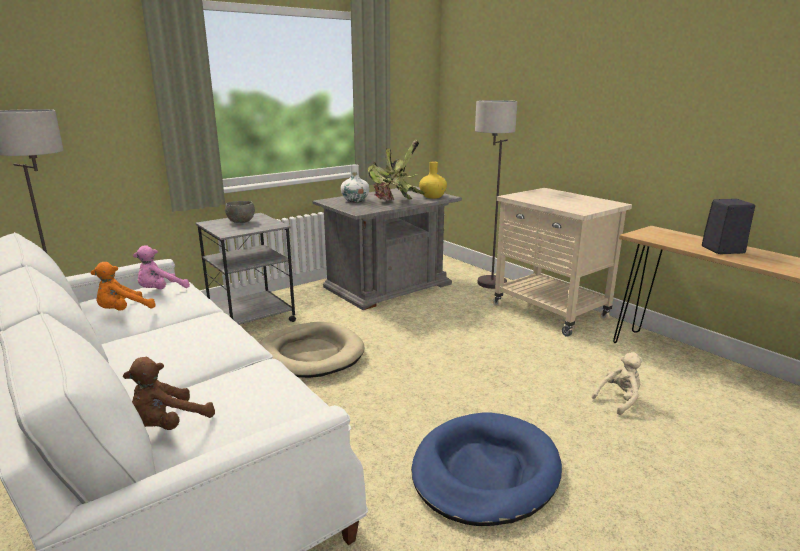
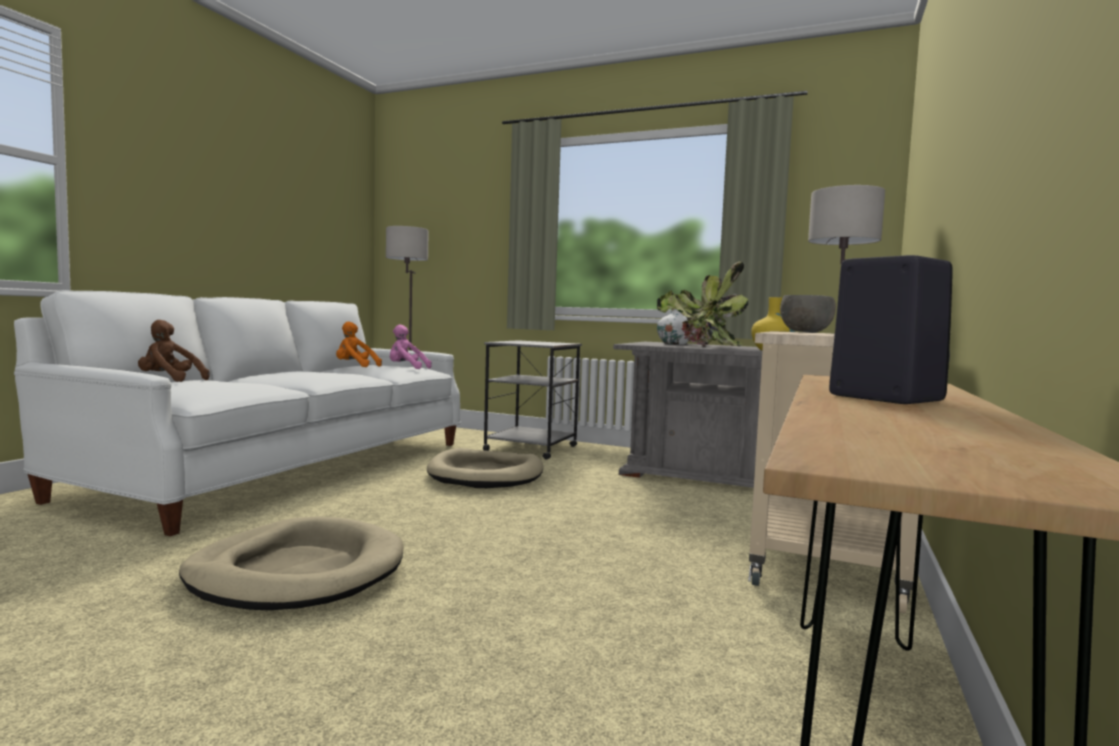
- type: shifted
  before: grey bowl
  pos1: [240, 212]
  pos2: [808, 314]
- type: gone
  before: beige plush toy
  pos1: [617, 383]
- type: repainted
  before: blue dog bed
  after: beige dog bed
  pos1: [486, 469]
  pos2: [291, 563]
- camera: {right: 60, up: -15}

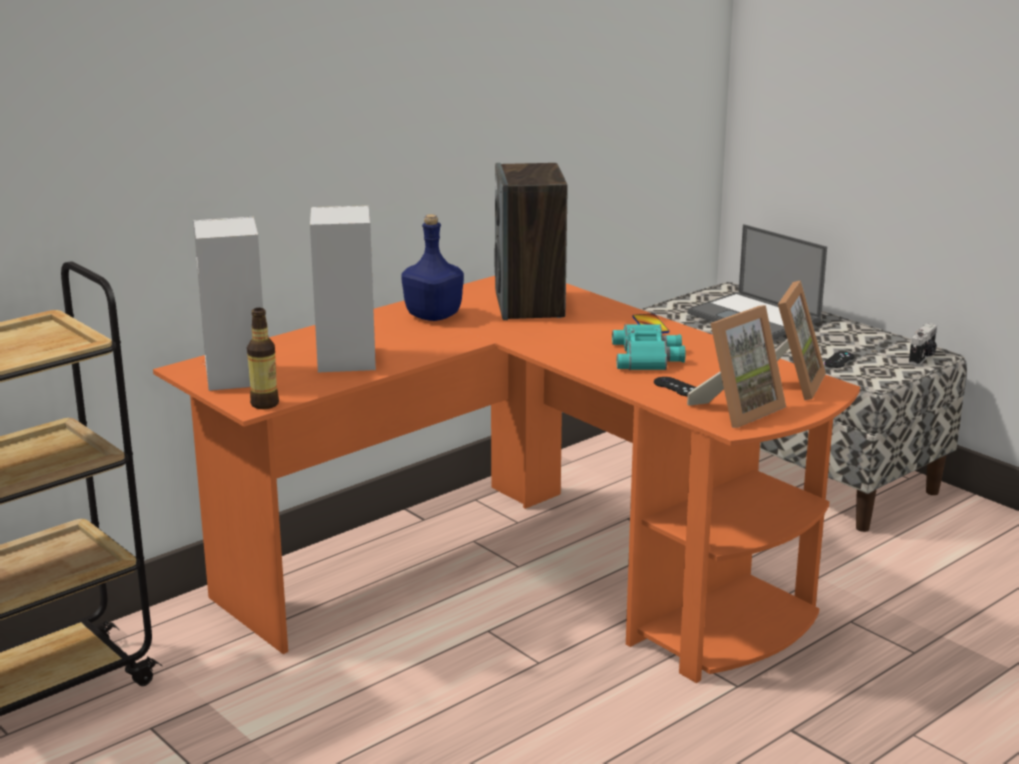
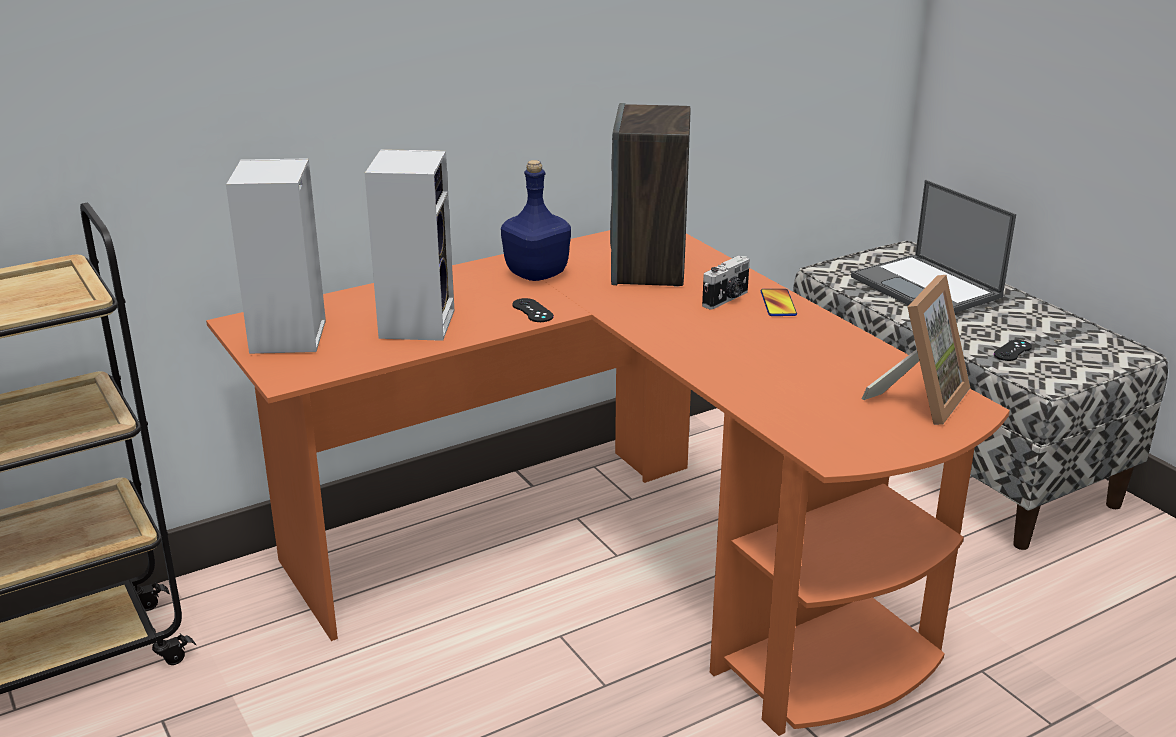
- type: gone
  before: picture frame
  pos1: [736, 366]
- type: gone
  before: bottle
  pos1: [263, 358]
- type: shifted
  before: photo camera
  pos1: [923, 344]
  pos2: [726, 282]
- type: gone
  before: turquoise binoculars
  pos1: [649, 347]
- type: shifted
  before: black game controller
  pos1: [675, 386]
  pos2: [533, 310]
- camera: {right: 10, up: 5}

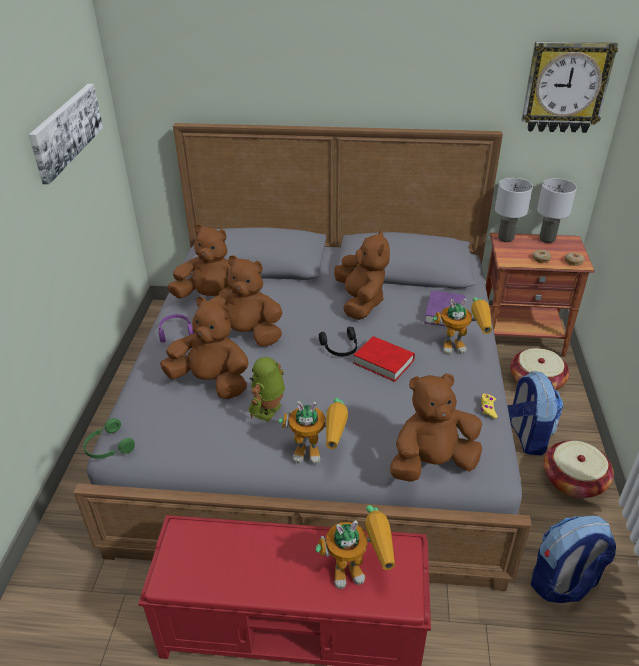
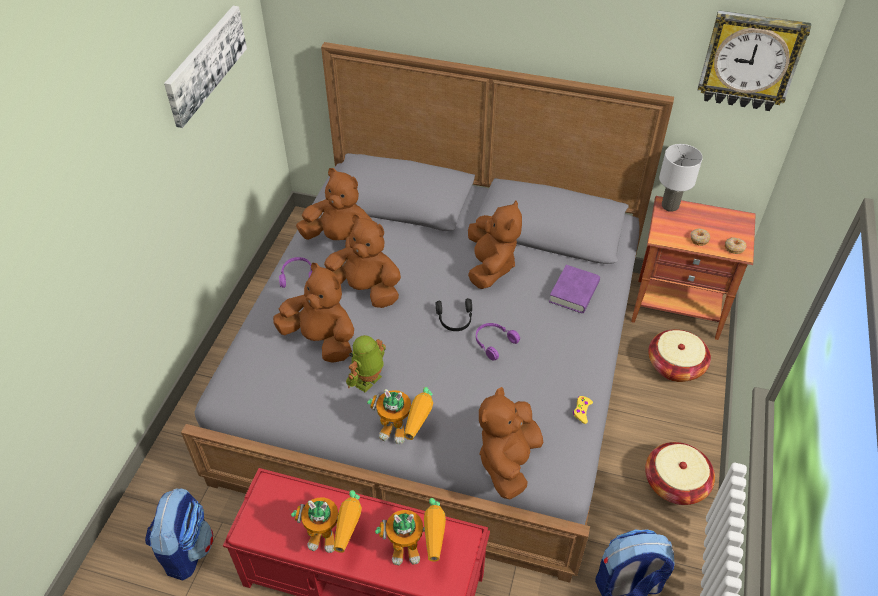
- type: gone
  before: white table lamp
  pos1: [557, 210]
- type: shifted
  before: toy robot
  pos1: [462, 326]
  pos2: [326, 521]
- type: swapped
  before: red book
  after: purple headphones
  pos1: [384, 359]
  pos2: [498, 342]
- type: shifted
  before: backpack
  pos1: [535, 413]
  pos2: [179, 534]
- type: rotated
  before: brown plush toy
  pos1: [435, 427]
  pos2: [511, 443]
  turn: -60
- type: gone
  before: green headphones
  pos1: [109, 438]
- camera: {right: 10, up: 10}

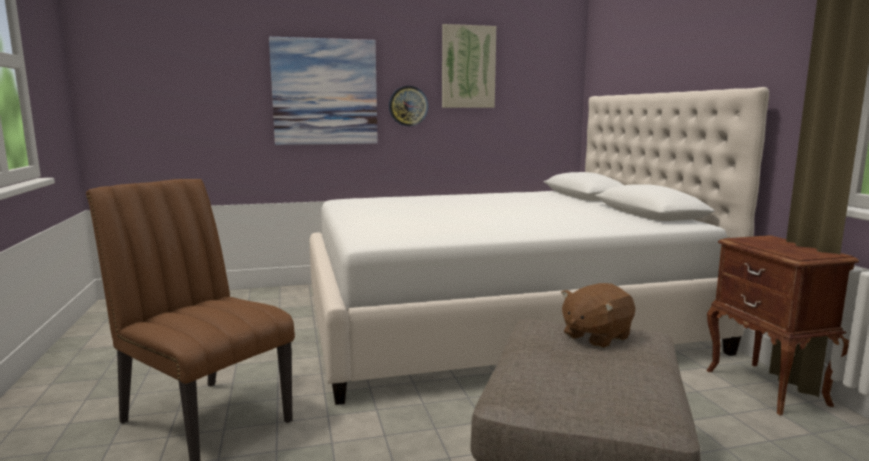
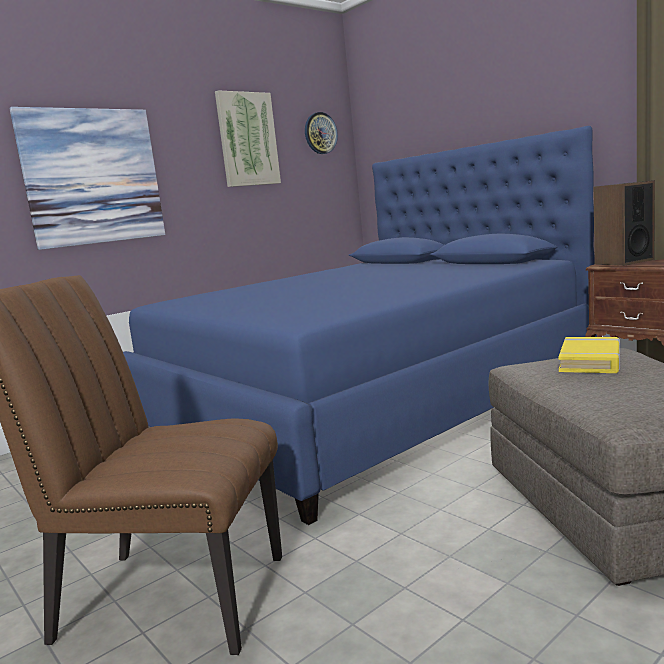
- type: shifted
  before: wall clock
  pos1: [408, 106]
  pos2: [321, 133]
- type: repainted
  before: white bed
  after: blue bed
  pos1: [539, 246]
  pos2: [360, 325]
- type: swapped
  before: brown plush toy
  after: yellow book
  pos1: [598, 315]
  pos2: [589, 355]
- type: new
  after: speaker
  pos2: [624, 223]
- camera: {right: -25, up: 0}

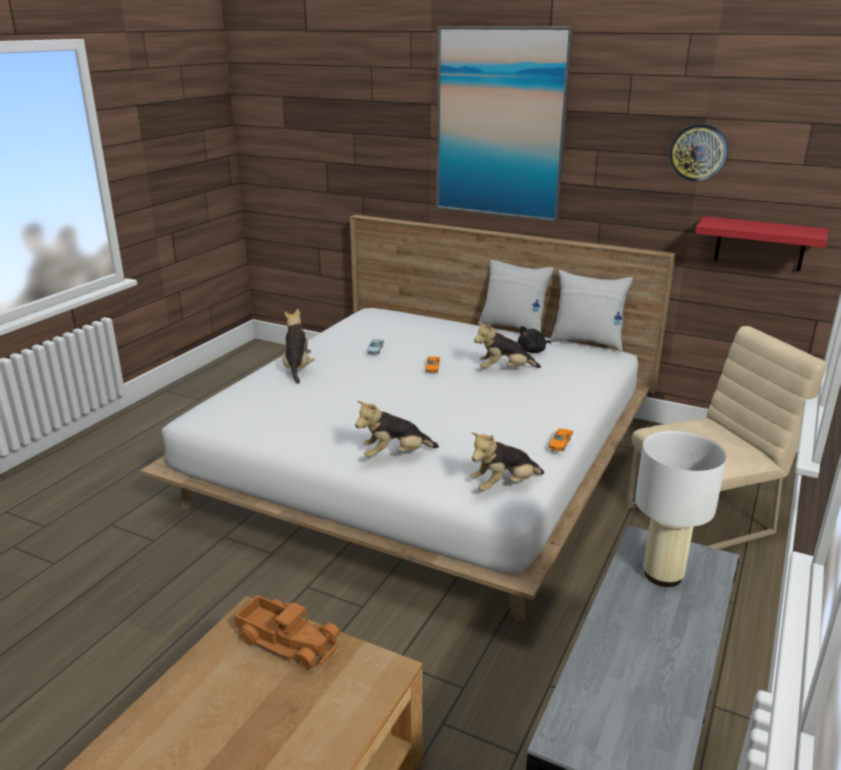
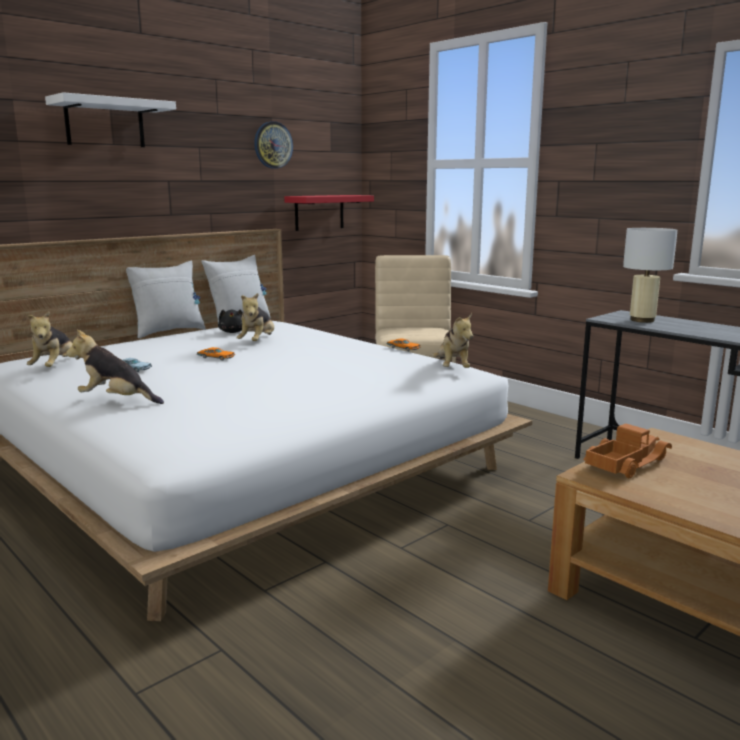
- type: swapped
  before: picture
  after: white shelf
  pos1: [504, 124]
  pos2: [110, 119]
- type: shifted
  before: plush toy
  pos1: [397, 429]
  pos2: [50, 339]
- camera: {right: -70, up: -10}

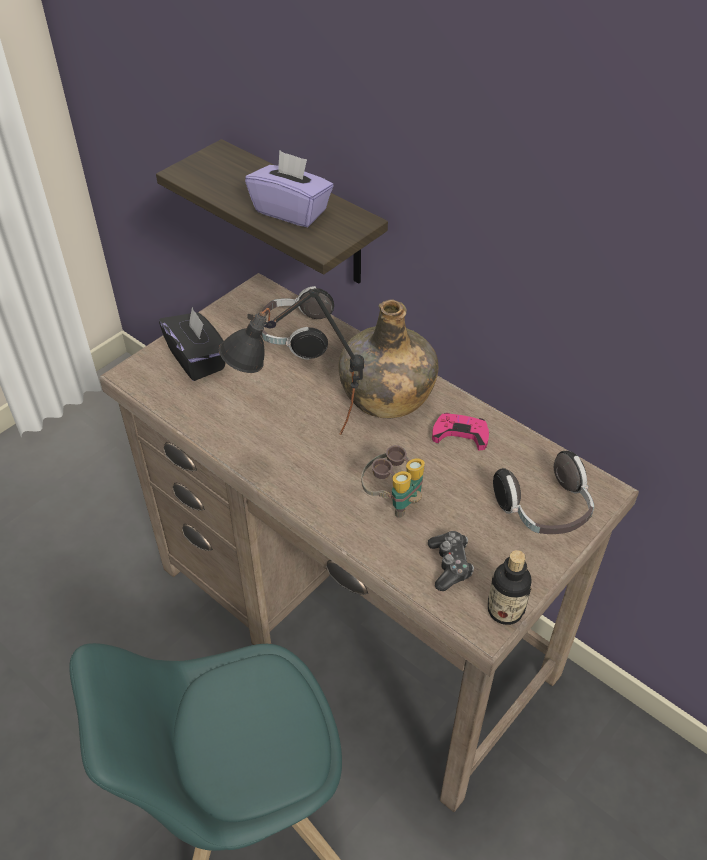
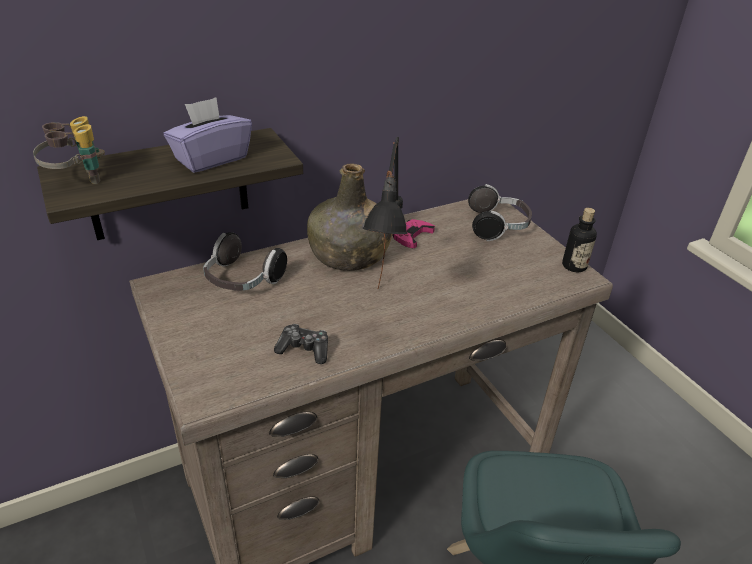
- type: gone
  before: black tissue box
  pos1: [192, 344]
- type: shifted
  before: binoculars
  pos1: [393, 481]
  pos2: [69, 150]
- type: shifted
  before: game controller
  pos1: [451, 561]
  pos2: [301, 344]
- camera: {right: -70, up: -10}

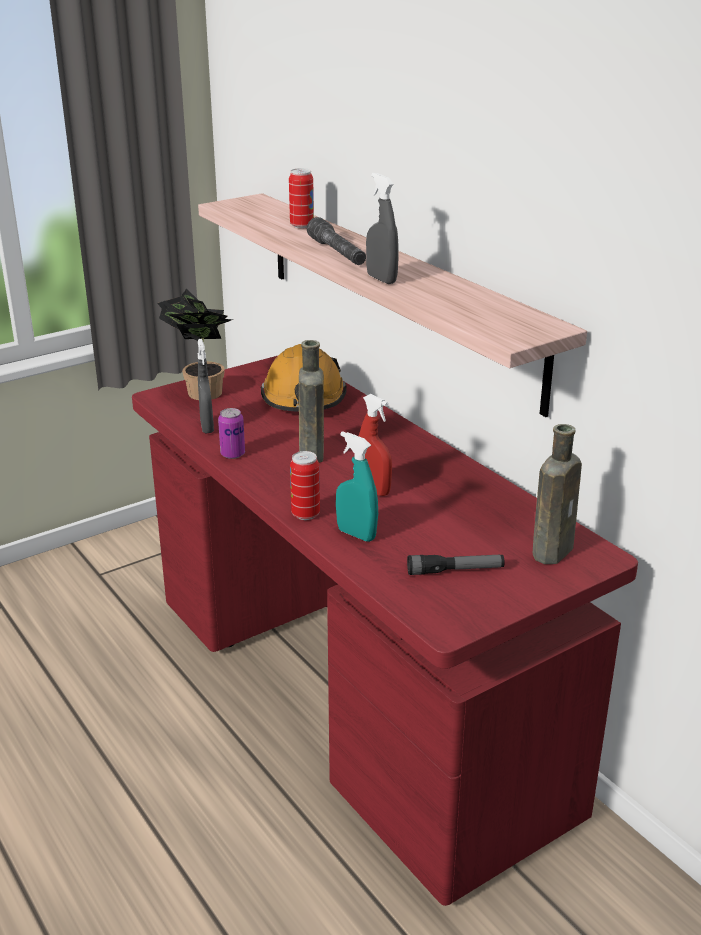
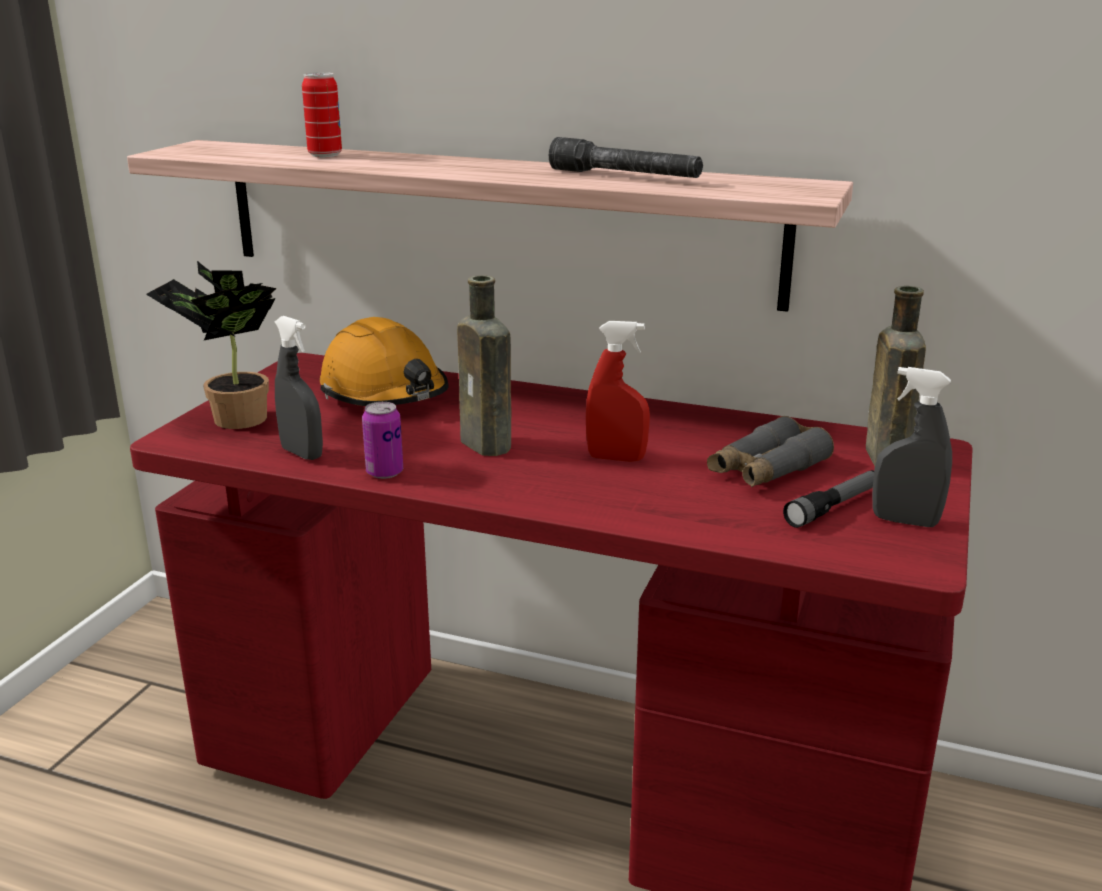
- type: shifted
  before: grey spray bottle
  pos1: [382, 228]
  pos2: [912, 447]
- type: shifted
  before: grey flashlight
  pos1: [336, 241]
  pos2: [626, 157]
- type: gone
  before: turquoise spray bottle
  pos1: [357, 486]
- type: gone
  before: can
  pos1: [305, 485]
- type: new
  after: grey binoculars
  pos2: [770, 451]
- camera: {right: -35, up: -5}

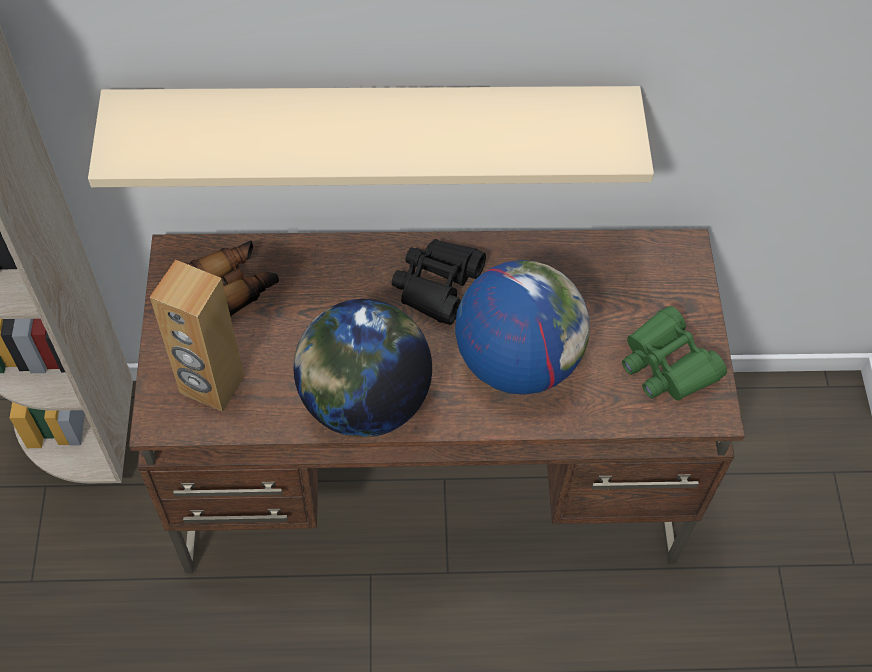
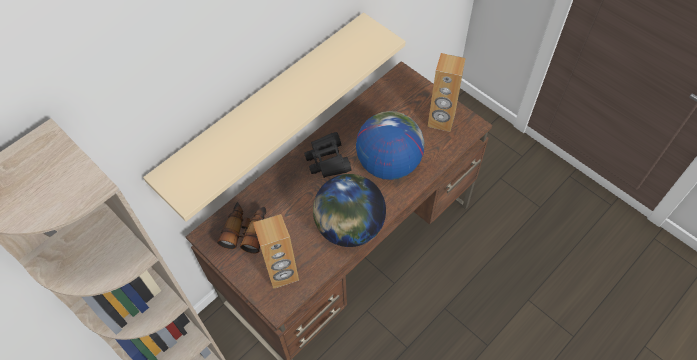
- type: swapped
  before: green binoculars
  after: brown speaker
  pos1: [674, 353]
  pos2: [447, 92]
- camera: {right: -40, up: 0}

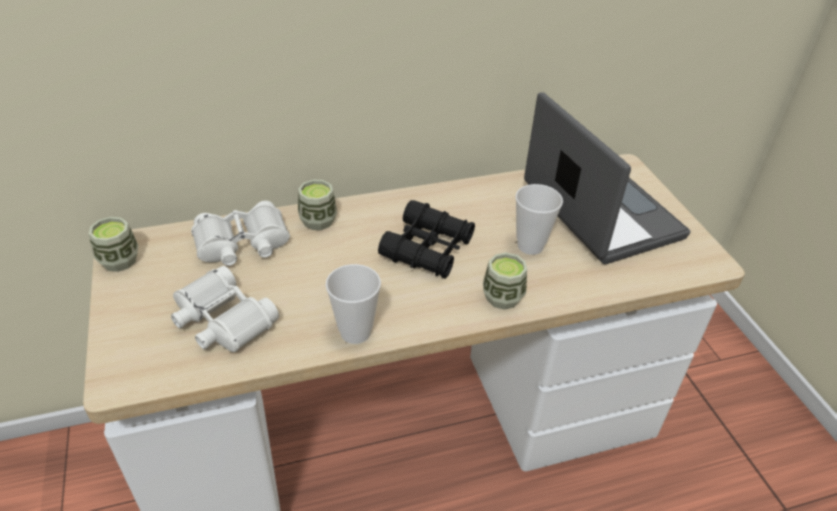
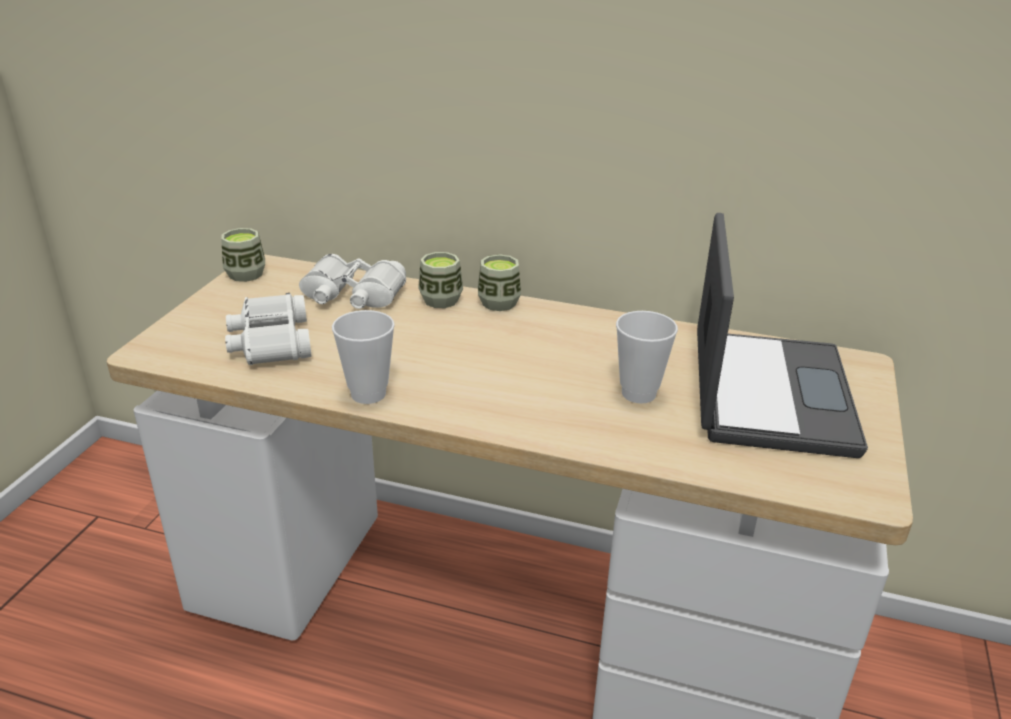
- type: gone
  before: black binoculars
  pos1: [426, 239]
- type: shifted
  before: cup
  pos1: [505, 281]
  pos2: [499, 282]
- camera: {right: 35, up: -10}

